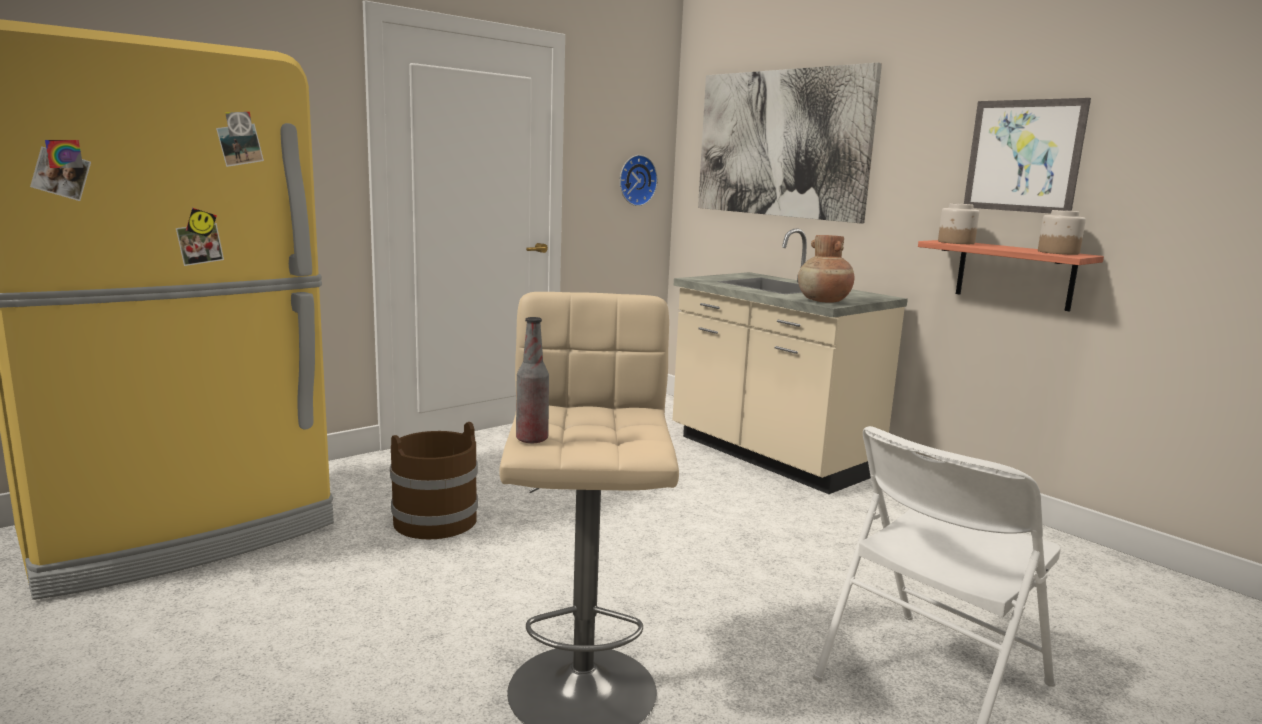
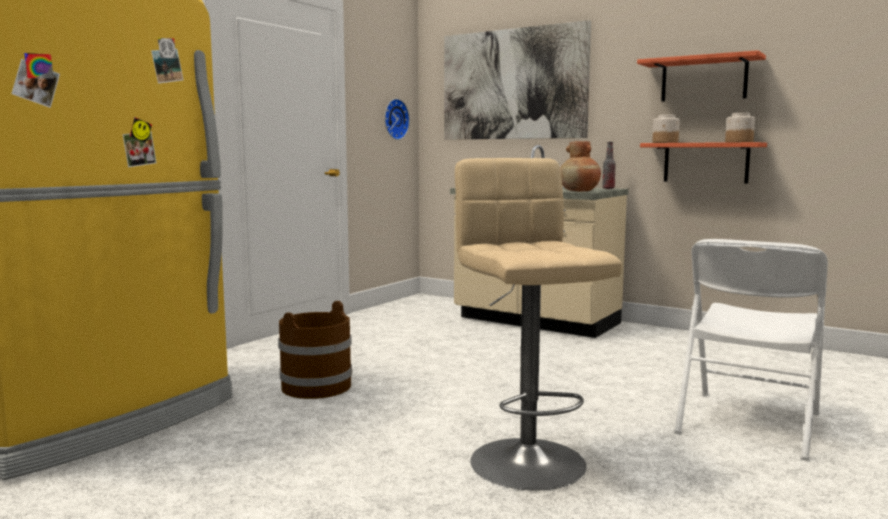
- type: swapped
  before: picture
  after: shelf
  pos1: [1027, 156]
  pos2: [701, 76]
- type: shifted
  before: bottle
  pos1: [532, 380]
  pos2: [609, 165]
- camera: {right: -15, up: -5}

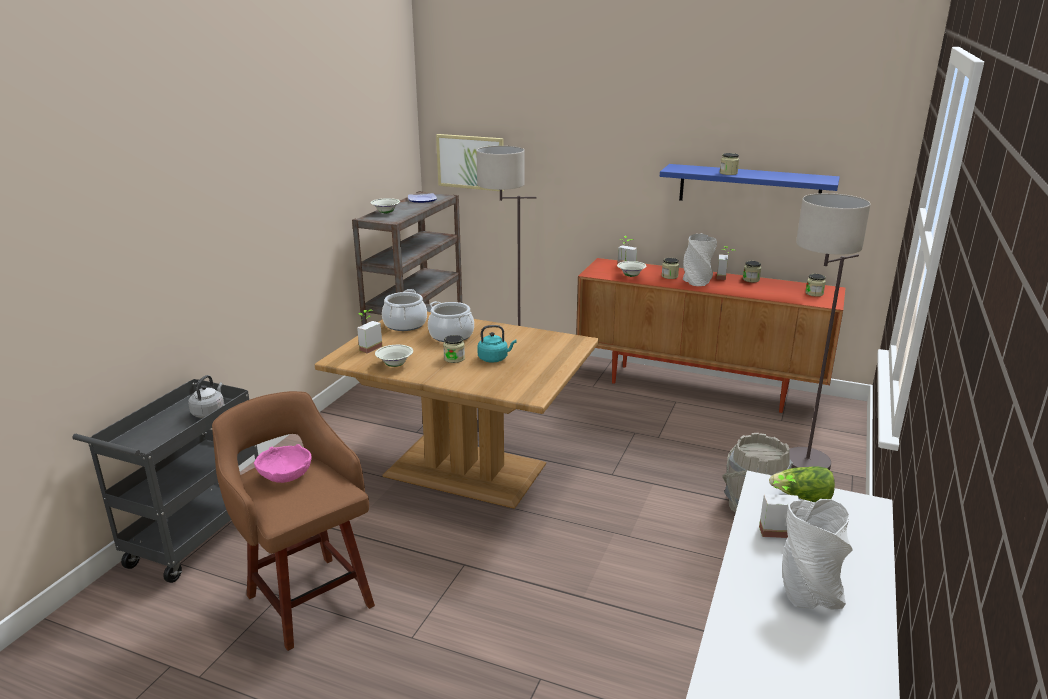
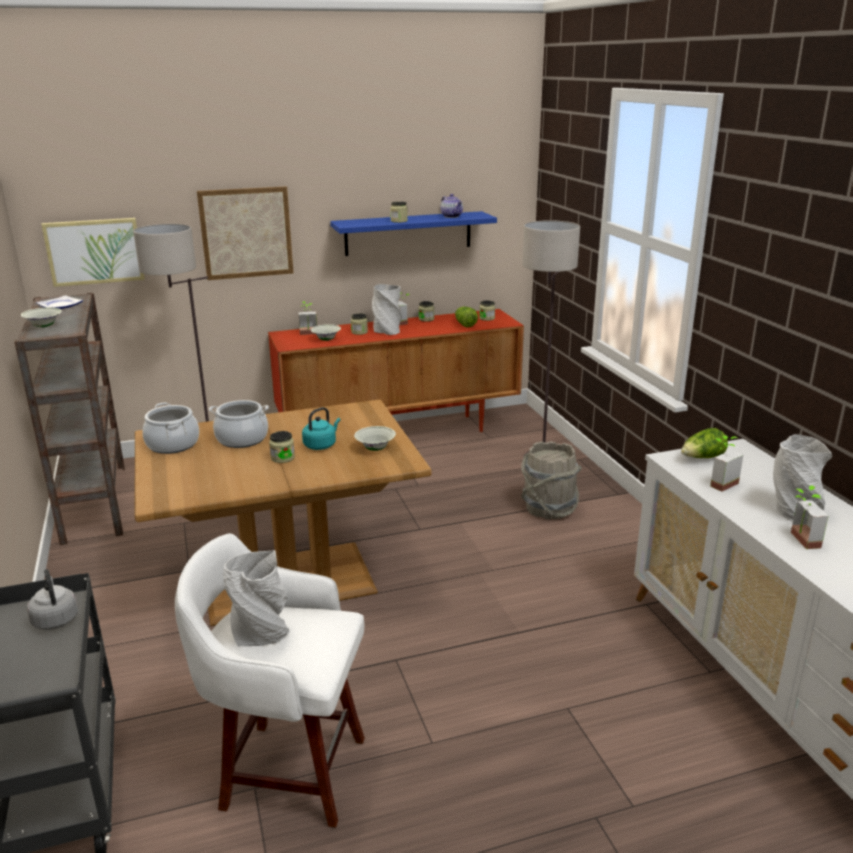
- type: shifted
  before: potted plant
  pos1: [369, 332]
  pos2: [809, 517]
- type: shifted
  before: white bowl
  pos1: [394, 356]
  pos2: [375, 438]
- type: repainted
  before: brown stool
  after: white stool
  pos1: [293, 521]
  pos2: [270, 680]
- type: swapped
  before: pink bowl
  after: grey vase
  pos1: [283, 463]
  pos2: [256, 598]
- type: new
  after: picture
  pos2: [245, 233]
- type: new
  after: teapot
  pos2: [451, 206]
- type: new
  after: lettuce
  pos2: [466, 317]
- camera: {right: -40, up: 0}

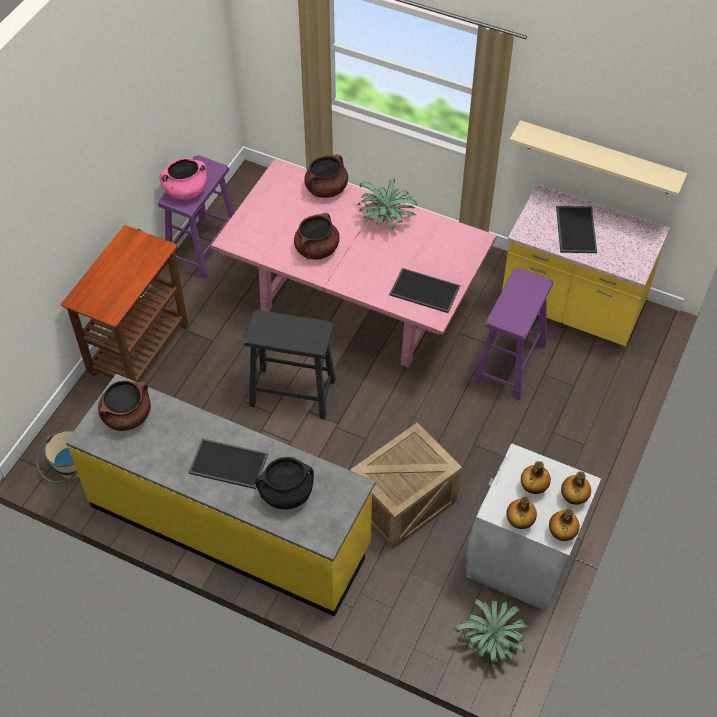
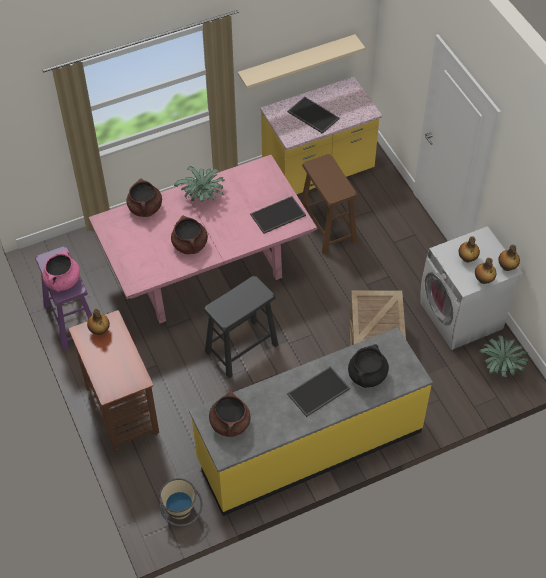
- type: repainted
  before: purple stool
  after: brown stool
  pos1: [512, 334]
  pos2: [329, 204]
- type: shifted
  before: bottle
  pos1: [576, 488]
  pos2: [98, 322]
- camera: {right: -50, up: 0}

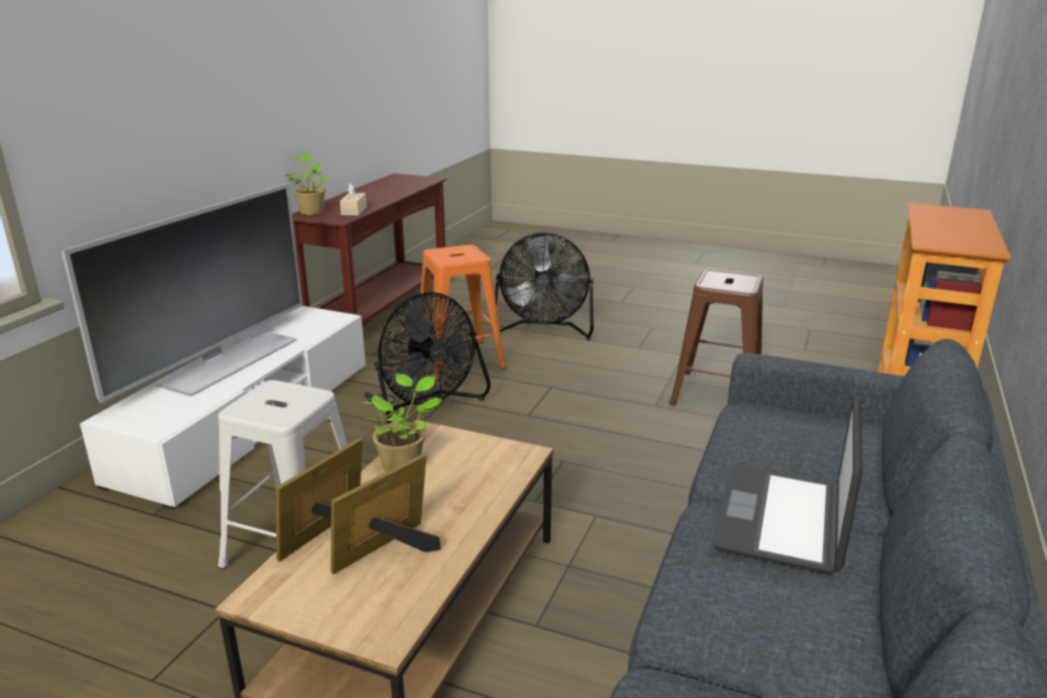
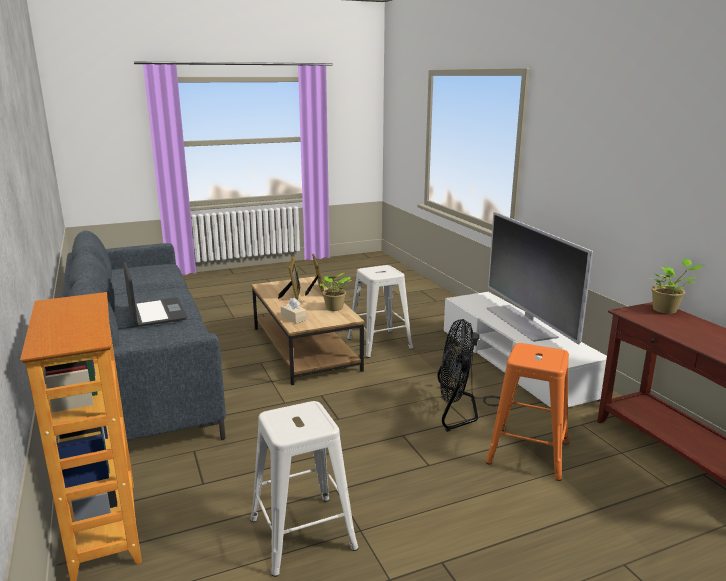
- type: shifted
  before: beige tissue box
  pos1: [353, 199]
  pos2: [294, 310]
- type: gone
  before: black fan
  pos1: [544, 286]
- type: repainted
  before: brown stool
  after: white stool
  pos1: [716, 337]
  pos2: [304, 489]
- camera: {right: 135, up: -5}

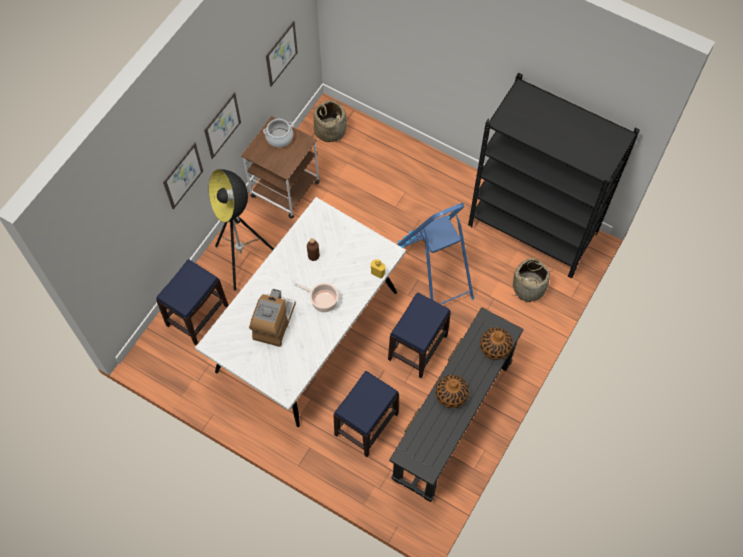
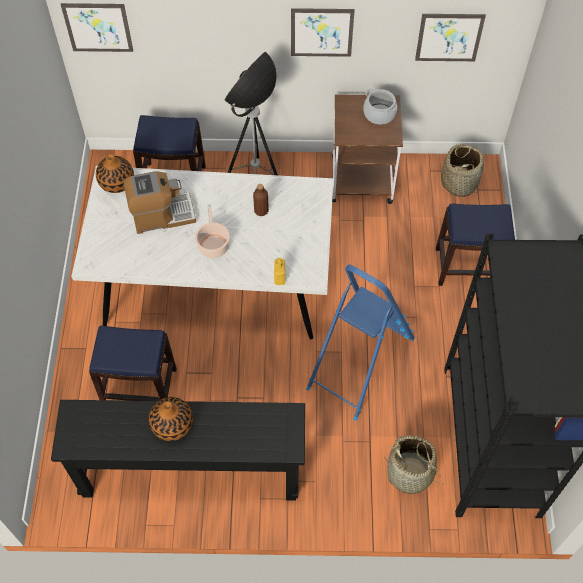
- type: shifted
  before: picture
  pos1: [183, 175]
  pos2: [97, 27]
- type: shifted
  before: stool
  pos1: [419, 335]
  pos2: [475, 245]
- type: shifted
  before: vase
  pos1: [496, 343]
  pos2: [115, 173]
- camera: {right: 60, up: -5}

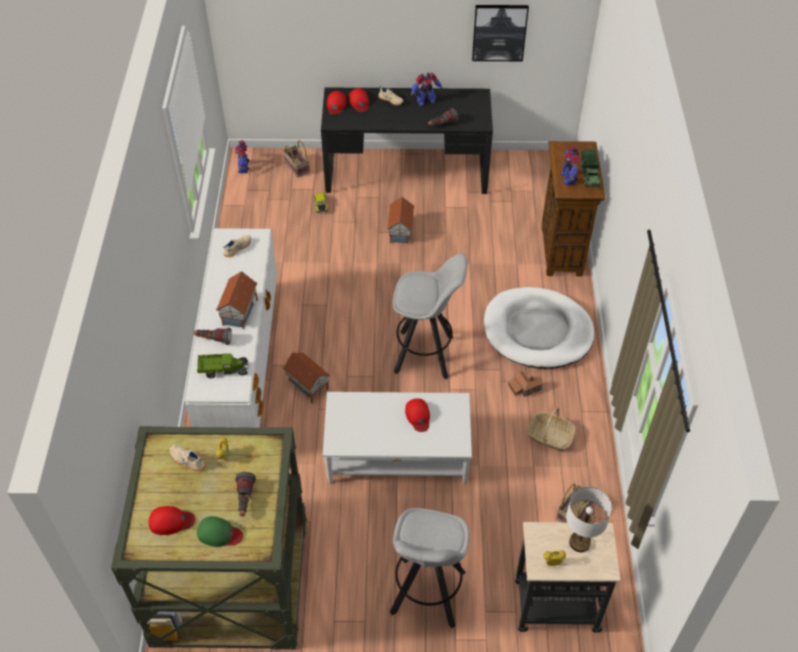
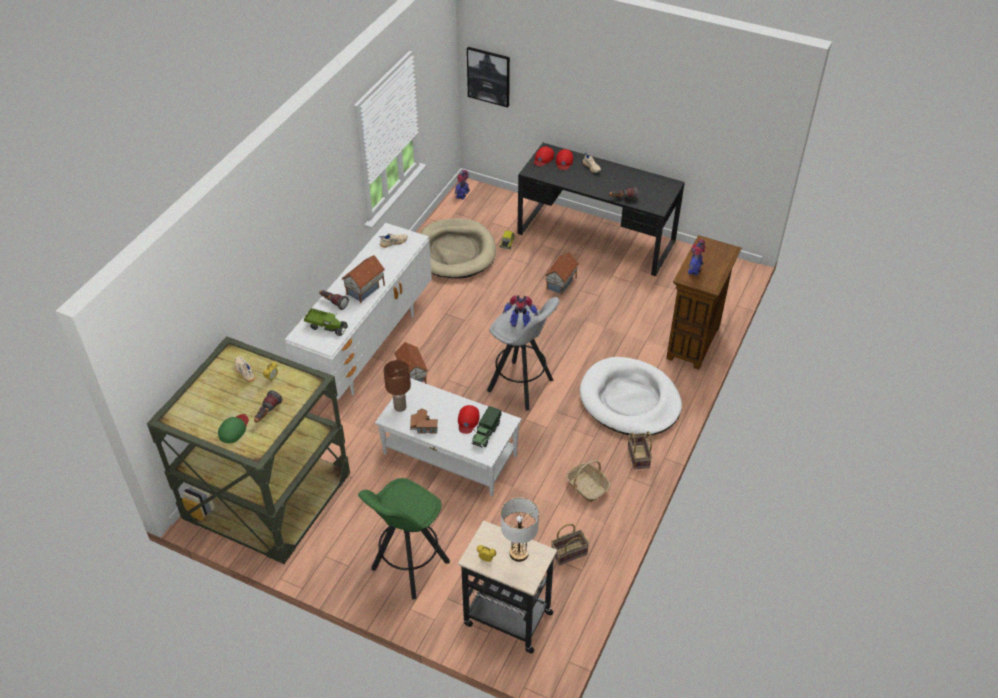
- type: shifted
  before: picture
  pos1: [500, 33]
  pos2: [488, 77]
- type: shifted
  before: toy robot
  pos1: [427, 89]
  pos2: [520, 311]
- type: shifted
  before: basket
  pos1: [296, 159]
  pos2: [640, 450]
- type: shifted
  before: toy truck
  pos1: [590, 168]
  pos2: [486, 427]
- type: shifted
  before: toy house
  pos1: [525, 384]
  pos2: [424, 421]
- type: gone
  before: red cap
  pos1: [172, 520]
- type: repainted
  before: grey stool
  after: green stool
  pos1: [429, 568]
  pos2: [404, 539]
- type: rotated
  before: green cap
  pos1: [220, 531]
  pos2: [233, 428]
  turn: -105
- type: new
  after: beige dog bed
  pos2: [458, 248]
- type: new
  after: brown table lamp
  pos2: [397, 386]
- camera: {right: 25, up: -5}

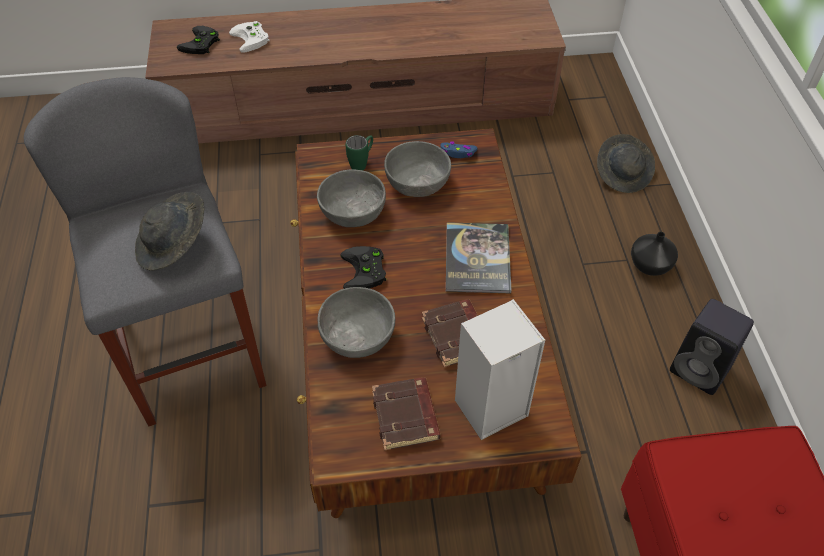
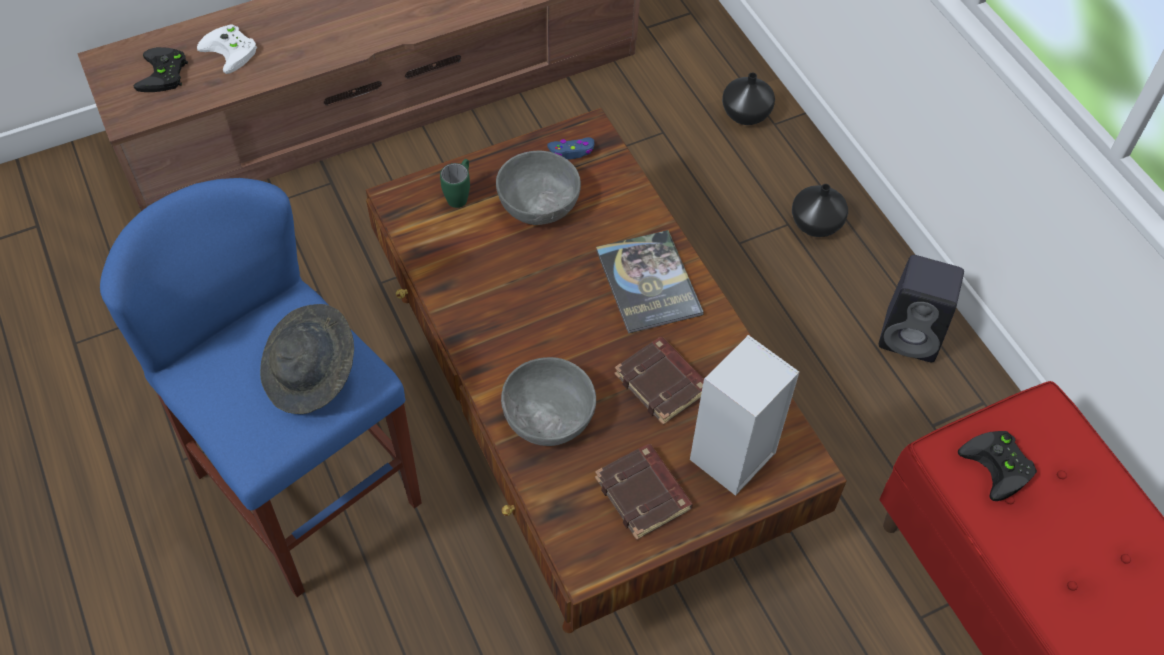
- type: repainted
  before: grey stool
  after: blue stool
  pos1: [145, 251]
  pos2: [261, 387]
- type: swapped
  before: grey hat
  after: black vase
  pos1: [626, 163]
  pos2: [748, 98]
- type: gone
  before: grey bowl
  pos1: [351, 198]
- type: shifted
  before: black game controller
  pos1: [363, 267]
  pos2: [997, 466]
- camera: {right: -20, up: 5}

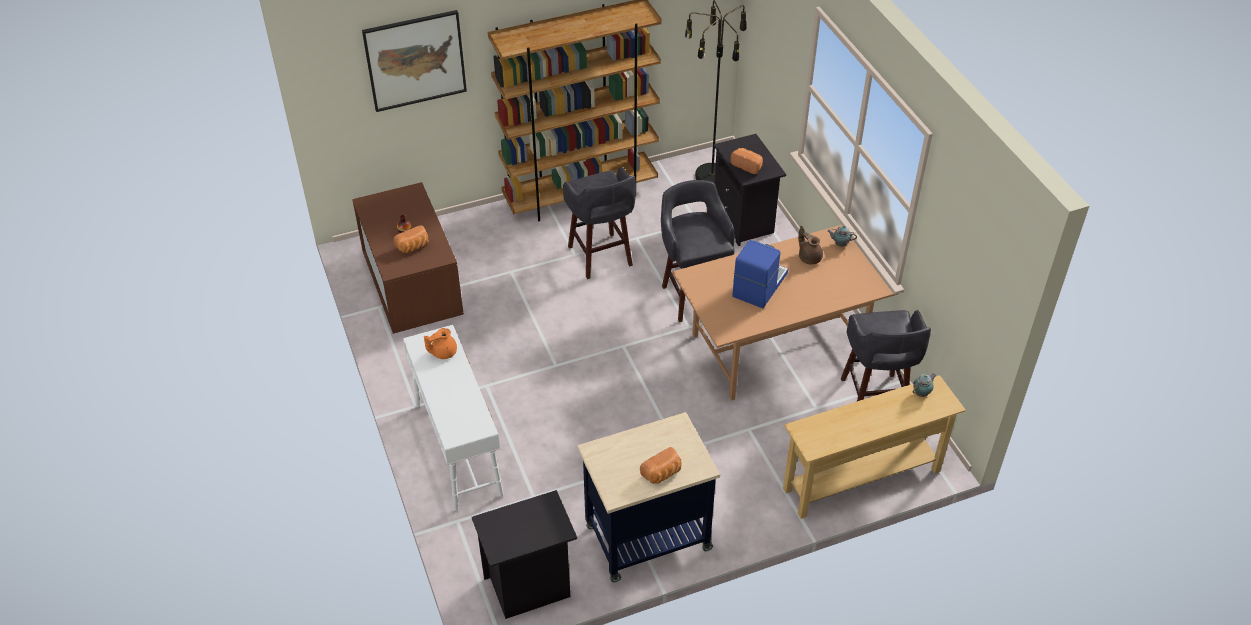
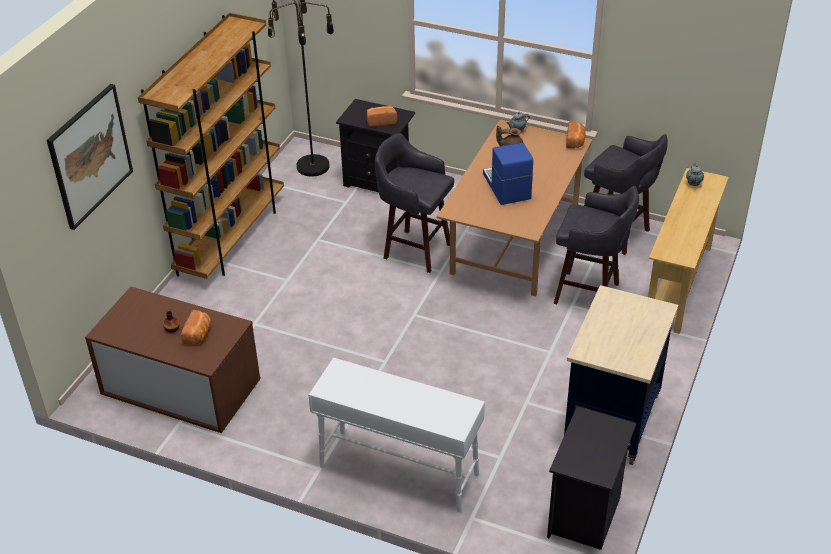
- type: shifted
  before: grey stool
  pos1: [599, 222]
  pos2: [596, 245]
- type: gone
  before: orange teapot
  pos1: [440, 343]
- type: shifted
  before: bread
  pos1: [661, 465]
  pos2: [576, 135]
- camera: {right: -45, up: -5}

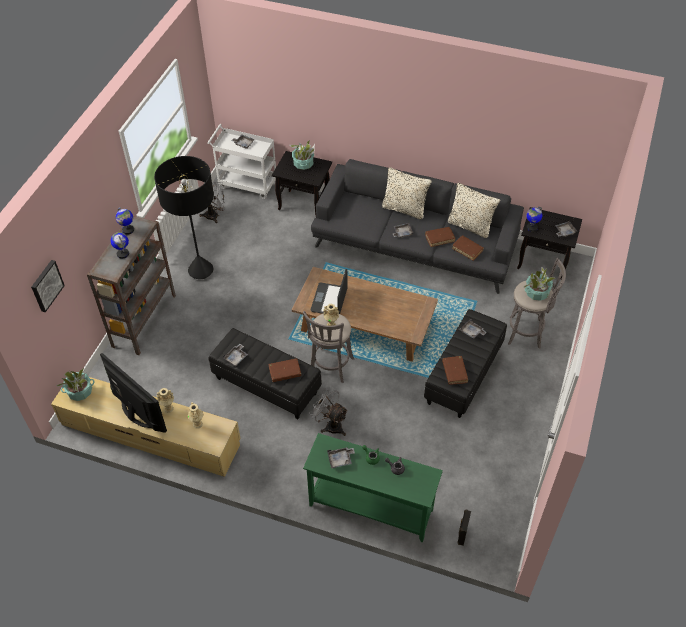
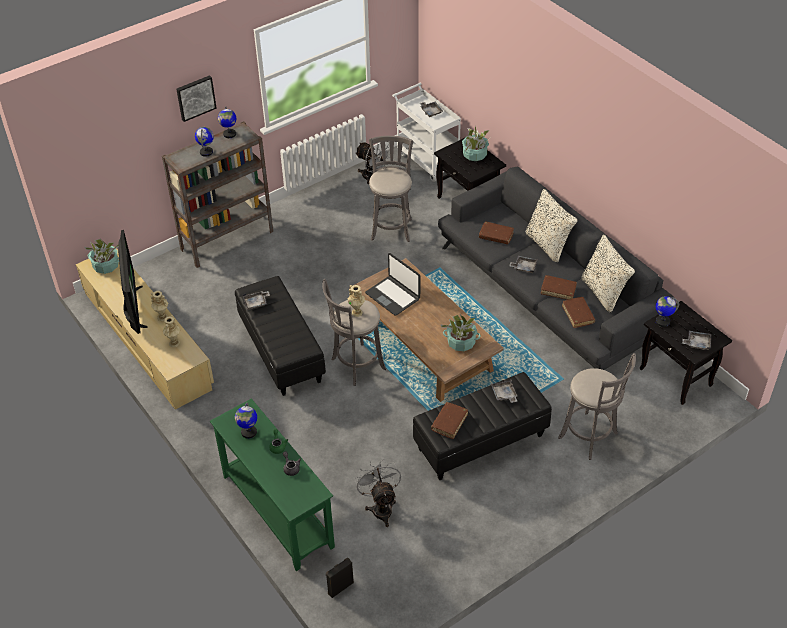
- type: gone
  before: black floor lamp
  pos1: [184, 217]
- type: shifted
  before: picture
  pos1: [48, 286]
  pos2: [196, 98]
- type: shifted
  before: potted plant
  pos1: [539, 283]
  pos2: [461, 333]
- type: rotated
  before: laptop
  pos1: [329, 291]
  pos2: [392, 284]
  turn: -90
- type: shifted
  before: brown book
  pos1: [284, 370]
  pos2: [496, 232]
- type: shifted
  before: grey fan
  pos1: [328, 411]
  pos2: [378, 493]
- type: swapped
  before: grey tray
  after: globe
  pos1: [341, 457]
  pos2: [246, 421]
- type: new
  after: grey stool
  pos2: [391, 189]
- camera: {right: 35, up: -5}

